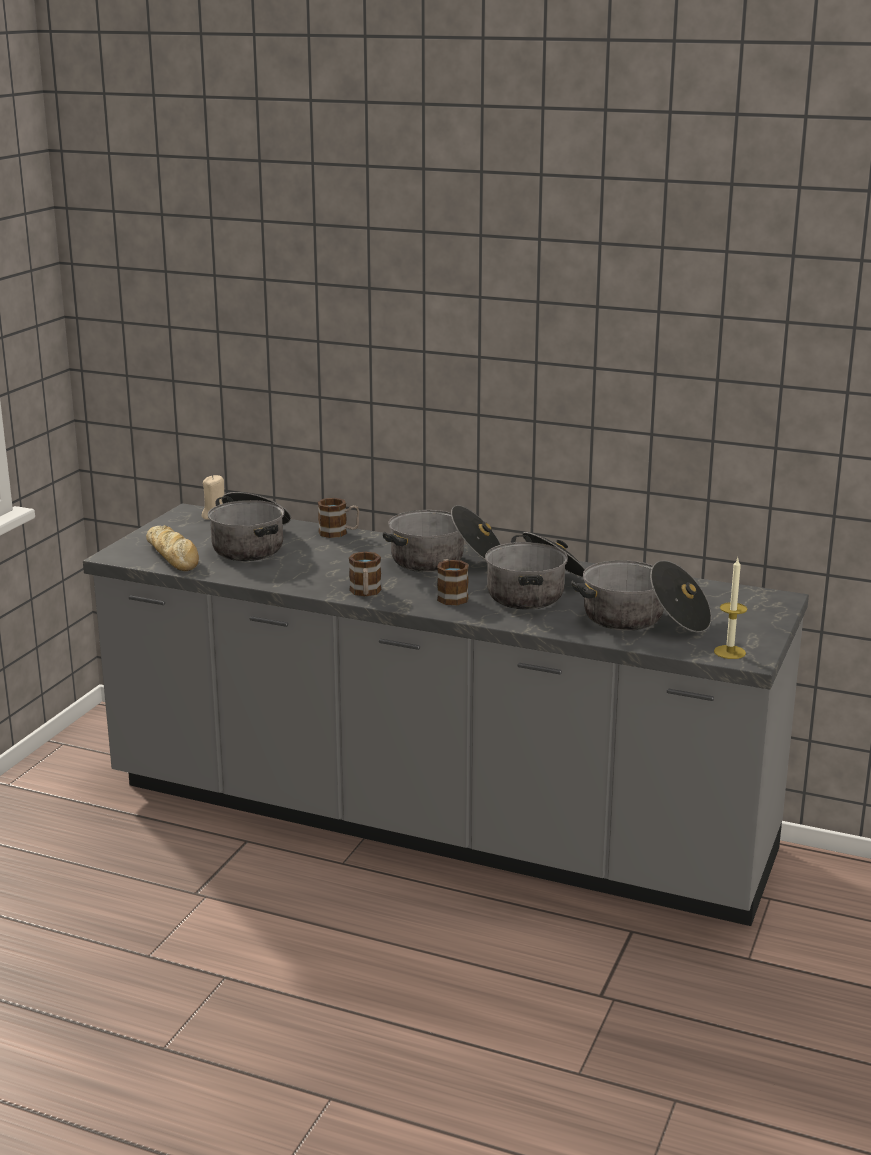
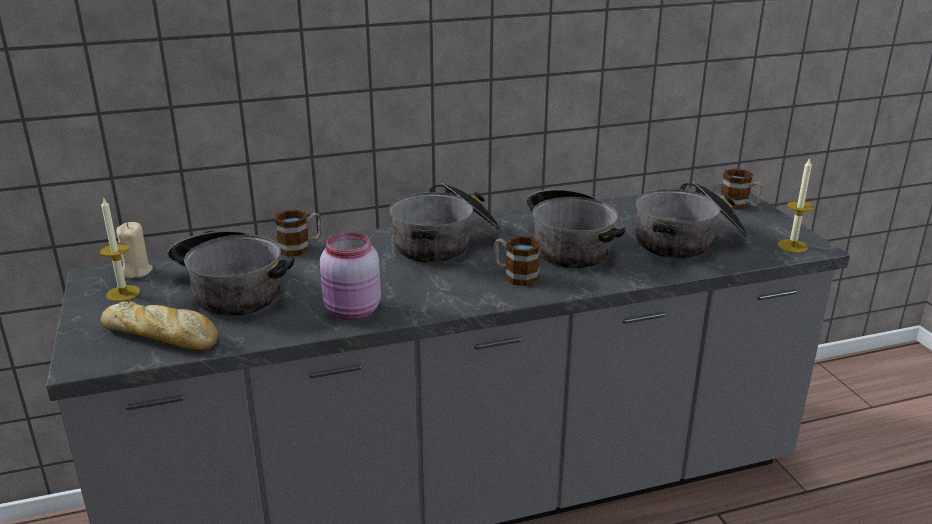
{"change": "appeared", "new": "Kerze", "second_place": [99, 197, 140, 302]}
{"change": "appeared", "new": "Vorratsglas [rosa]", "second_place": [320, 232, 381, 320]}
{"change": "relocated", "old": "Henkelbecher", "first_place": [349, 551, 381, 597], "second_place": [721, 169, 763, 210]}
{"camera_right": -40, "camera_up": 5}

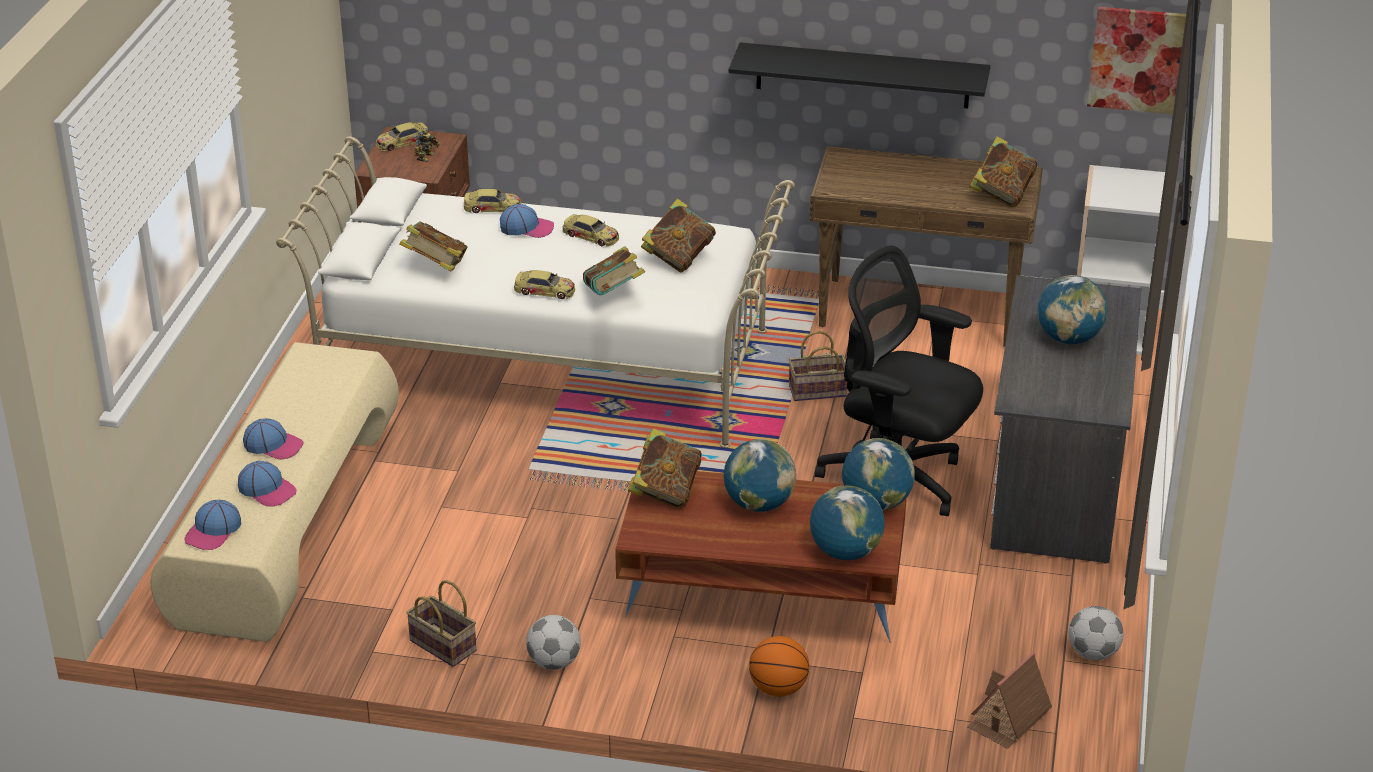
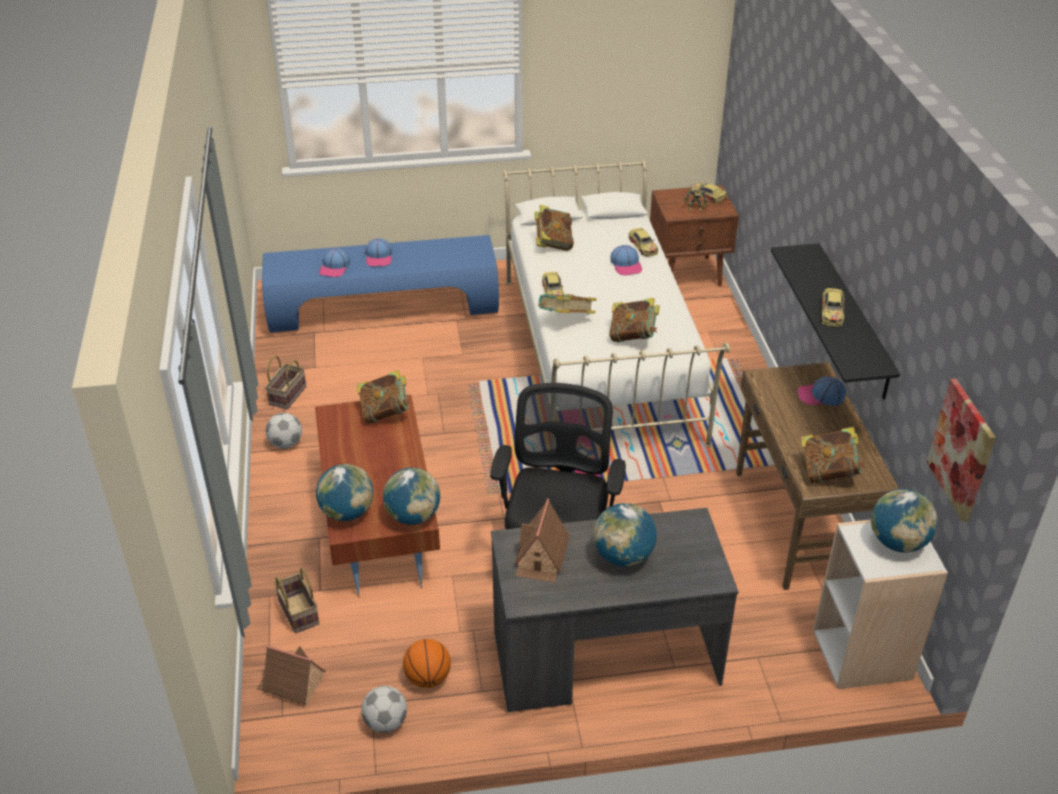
{"change": "colour", "old": "Bank [beige]", "new": "Bank [blau]", "first_place": [151, 342, 399, 642], "second_place": [262, 235, 499, 332]}
{"change": "relocated", "old": "Korb", "first_place": [789, 331, 847, 401], "second_place": [274, 567, 320, 634]}
{"change": "relocated", "old": "Basketball", "first_place": [749, 636, 809, 697], "second_place": [403, 639, 451, 688]}
{"change": "appeared", "new": "Spielzeughaus", "second_place": [515, 499, 570, 582]}
{"change": "relocated", "old": "Kappe", "first_place": [184, 500, 241, 550], "second_place": [798, 376, 846, 406]}
{"change": "relocated", "old": "Spielzeugauto", "first_place": [563, 214, 619, 247], "second_place": [821, 288, 845, 326]}
{"change": "relocated", "old": "Globus", "first_place": [723, 439, 796, 512], "second_place": [871, 489, 938, 553]}
{"camera_right": 70, "camera_up": 5}

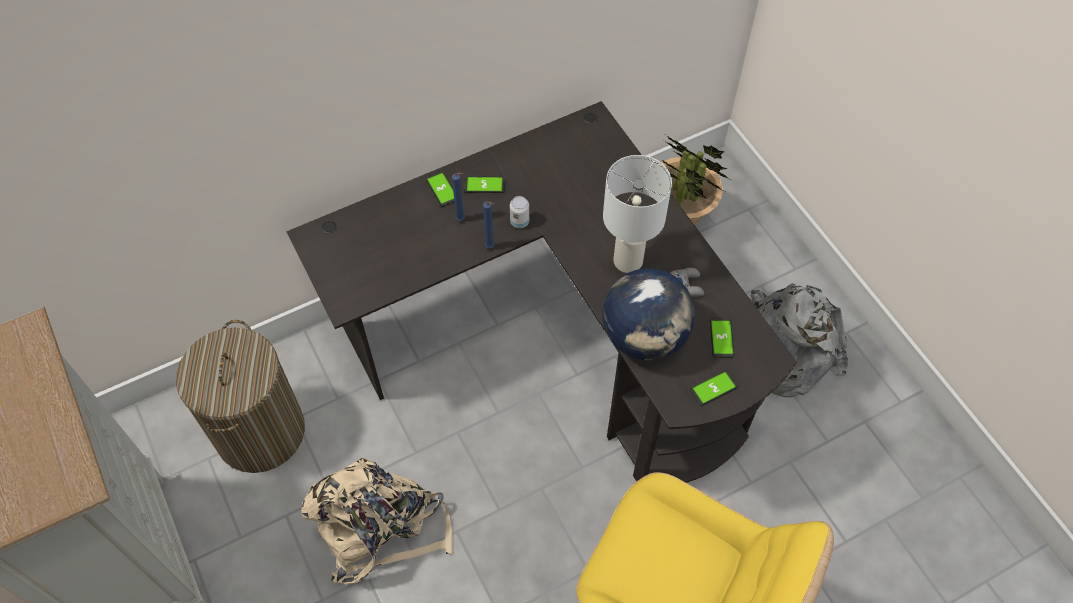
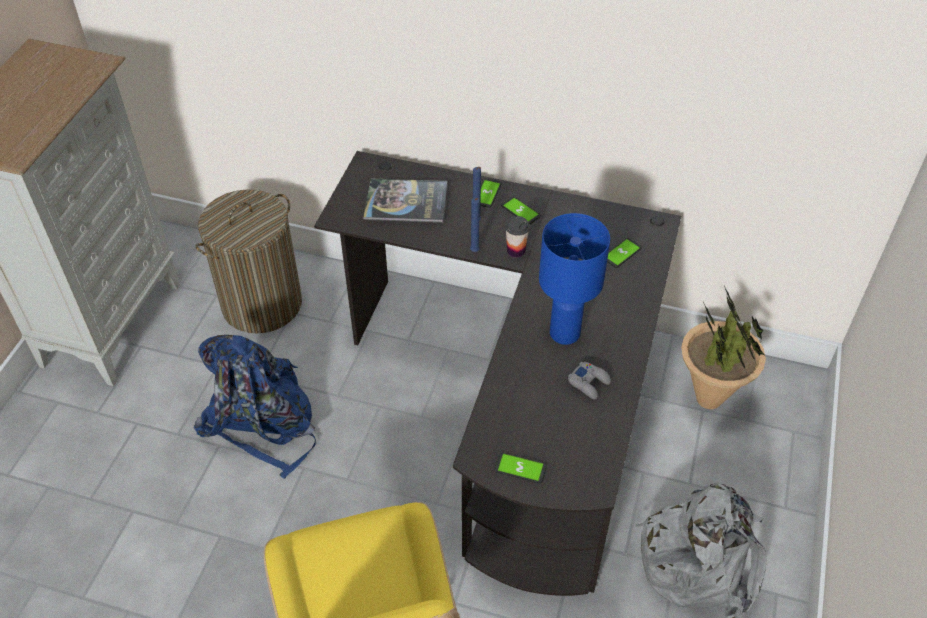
{"change": "colour", "old": "Rucksack [beige]", "new": "Rucksack [blau]", "first_place": [301, 458, 453, 585], "second_place": [194, 335, 316, 479]}
{"change": "appeared", "new": "Buch", "second_place": [363, 179, 448, 223]}
{"change": "exchanged", "old": "Dose", "new": "Tasse", "first_place": [510, 196, 529, 228], "second_place": [505, 216, 530, 258]}
{"change": "colour", "old": "Tischlampe [weiß]", "new": "Tischlampe [blau]", "first_place": [603, 155, 672, 273], "second_place": [539, 213, 610, 345]}
{"change": "relocated", "old": "Handy", "first_place": [710, 318, 734, 358], "second_place": [607, 238, 642, 268]}
{"change": "missing", "old": "Globus", "first_place": [602, 268, 695, 360]}
{"camera_right": 45, "camera_up": -10}

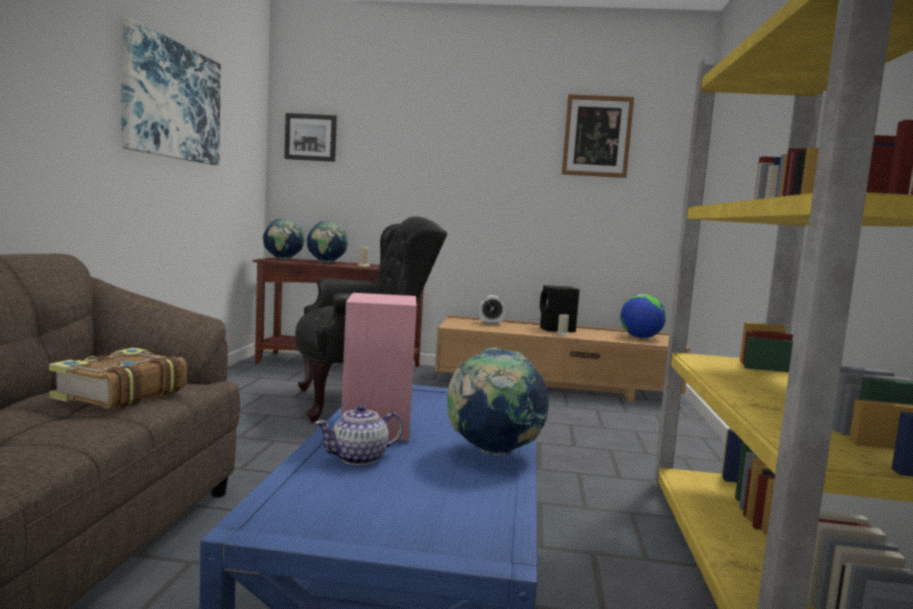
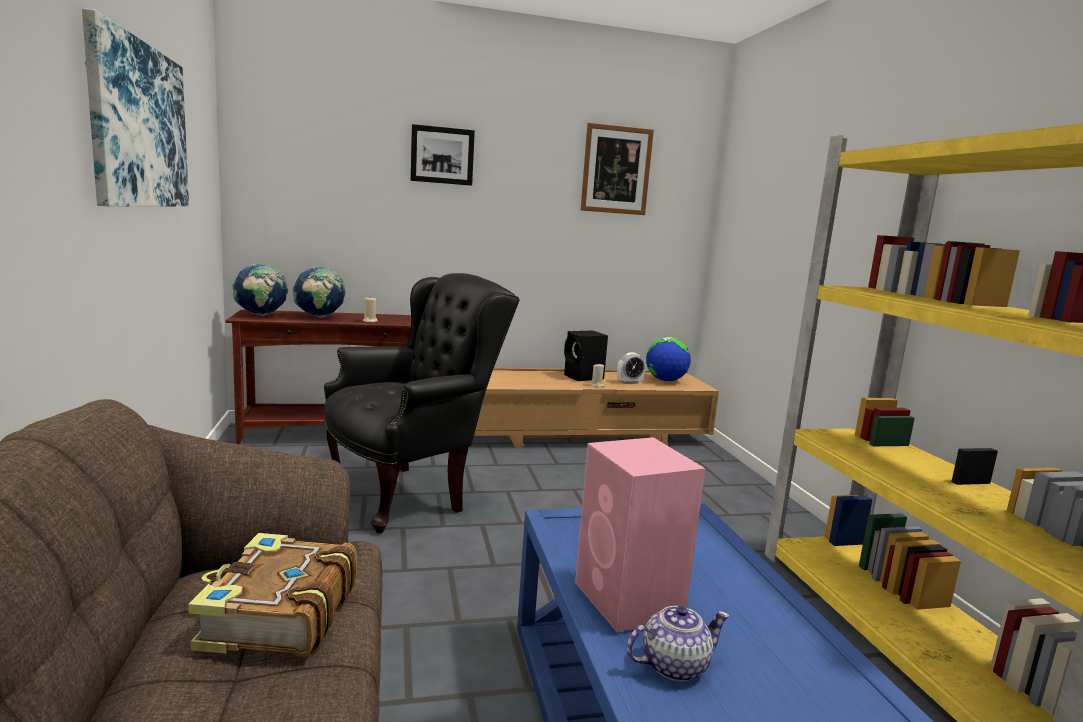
{"change": "relocated", "old": "Bild", "first_place": [284, 113, 337, 162], "second_place": [410, 124, 475, 186]}
{"change": "relocated", "old": "Wecker", "first_place": [479, 295, 505, 325], "second_place": [617, 352, 646, 384]}
{"change": "spun", "old": "Teekanne", "first_place": [315, 404, 403, 466], "second_place": [627, 605, 730, 682], "degrees": -150}
{"change": "missing", "old": "Globus", "first_place": [447, 348, 549, 456]}
{"camera_right": -20, "camera_up": 5}

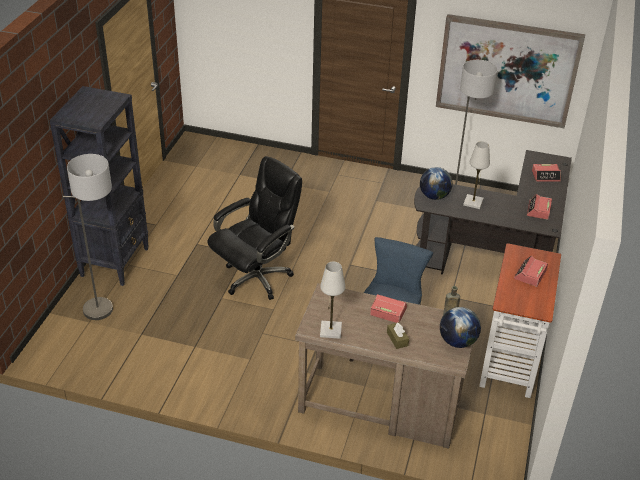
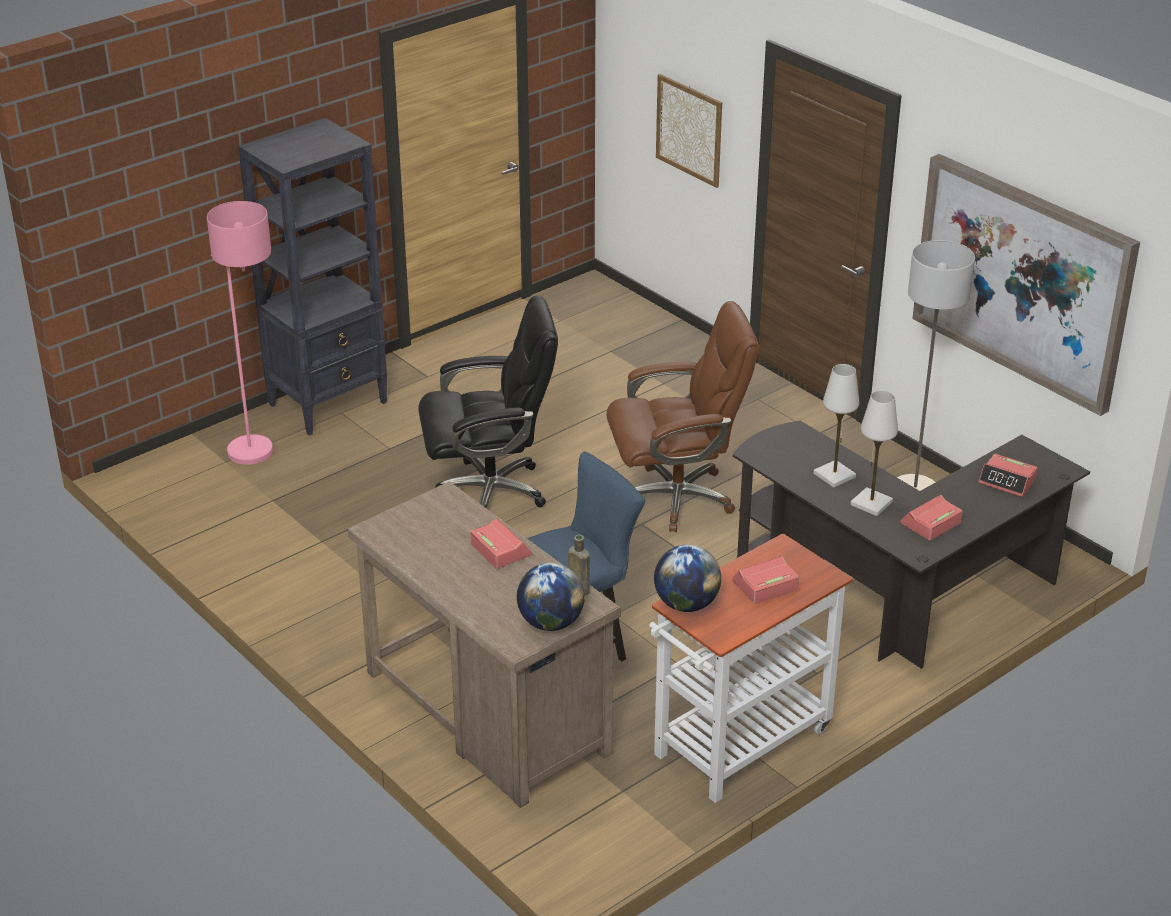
{"change": "colour", "old": "Stehlampe [grau]", "new": "Stehlampe [rosa]", "first_place": [63, 154, 113, 320], "second_place": [207, 201, 273, 465]}
{"change": "appeared", "new": "Bürostuhl [braun]", "second_place": [606, 301, 759, 532]}
{"change": "relocated", "old": "Globus", "first_place": [420, 167, 453, 200], "second_place": [654, 545, 721, 612]}
{"change": "appeared", "new": "Bild", "second_place": [656, 74, 722, 188]}
{"change": "relocated", "old": "Tischlampe [weiß]", "first_place": [320, 262, 345, 339], "second_place": [851, 390, 898, 516]}
{"change": "missing", "old": "Taschentuchbox [braun]", "first_place": [387, 322, 409, 349]}
{"camera_right": 35, "camera_up": -5}

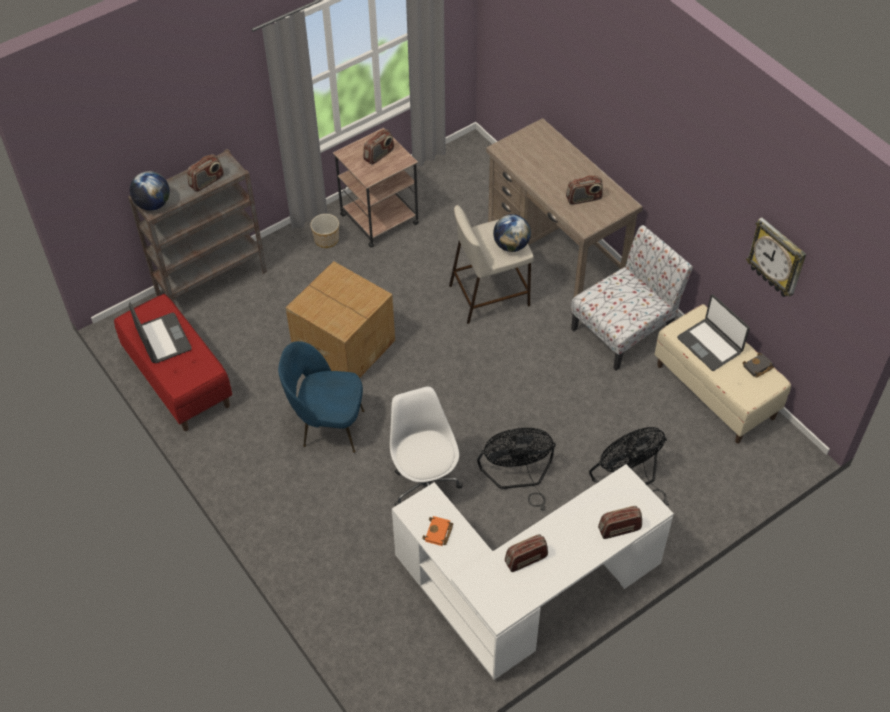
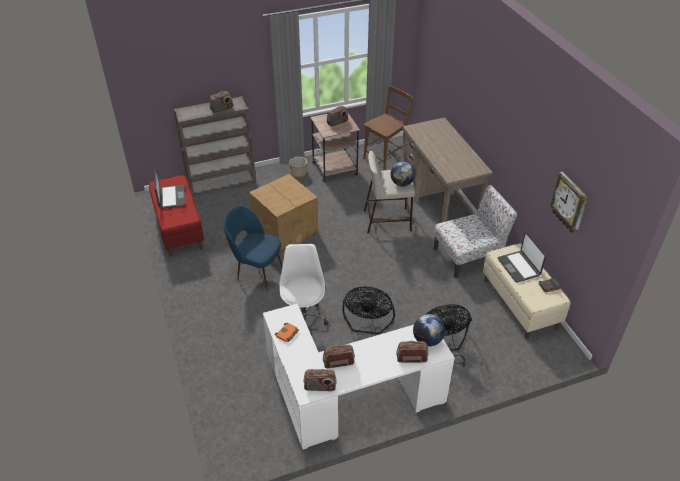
{"change": "relocated", "old": "Radio", "first_place": [566, 175, 603, 205], "second_place": [303, 369, 337, 391]}
{"change": "appeared", "new": "Stuhl [braun]", "second_place": [363, 86, 413, 171]}
{"change": "relocated", "old": "Globus", "first_place": [130, 171, 170, 211], "second_place": [413, 314, 445, 346]}
{"camera_right": 15, "camera_up": -10}

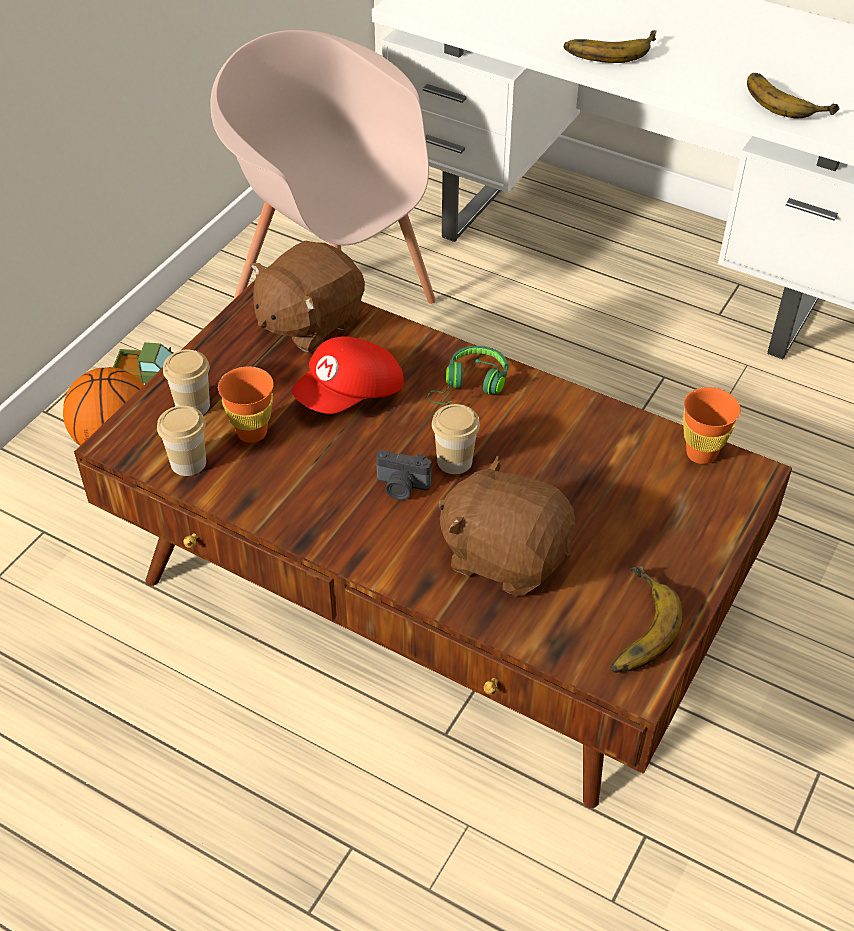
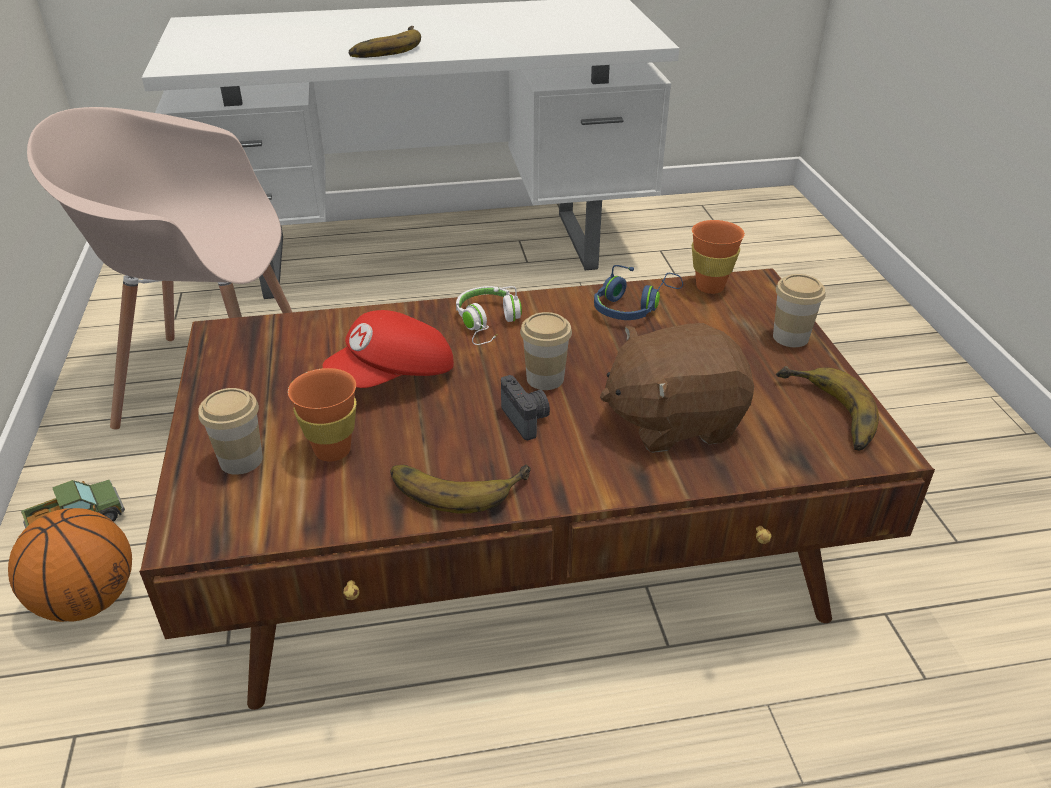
{"change": "spun", "old": "Kappe [rot]", "first_place": [292, 336, 404, 414], "second_place": [323, 310, 454, 388], "degrees": 45}
{"change": "relocated", "old": "Banane", "first_place": [747, 73, 839, 119], "second_place": [391, 464, 531, 514]}
{"change": "colour", "old": "Kopfhörer [grün]", "new": "Kopfhörer [weiß]", "first_place": [427, 346, 508, 405], "second_place": [456, 286, 522, 345]}
{"change": "spun", "old": "Kamera", "first_place": [376, 450, 431, 500], "second_place": [501, 375, 550, 440], "degrees": -90}
{"change": "appeared", "new": "Kopfhörer [blau]", "second_place": [594, 265, 683, 320]}
{"change": "relocated", "old": "Tasse", "first_place": [157, 406, 206, 476], "second_place": [773, 274, 826, 347]}
{"change": "missing", "old": "Plüschtier [braun]", "first_place": [250, 240, 365, 352]}
{"camera_right": -40, "camera_up": -10}

